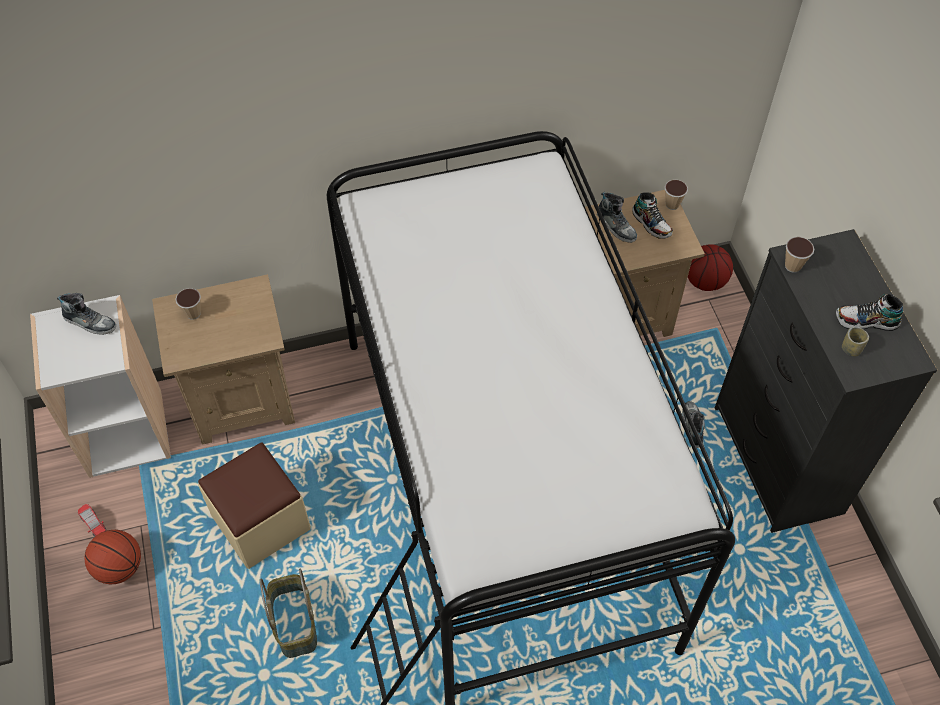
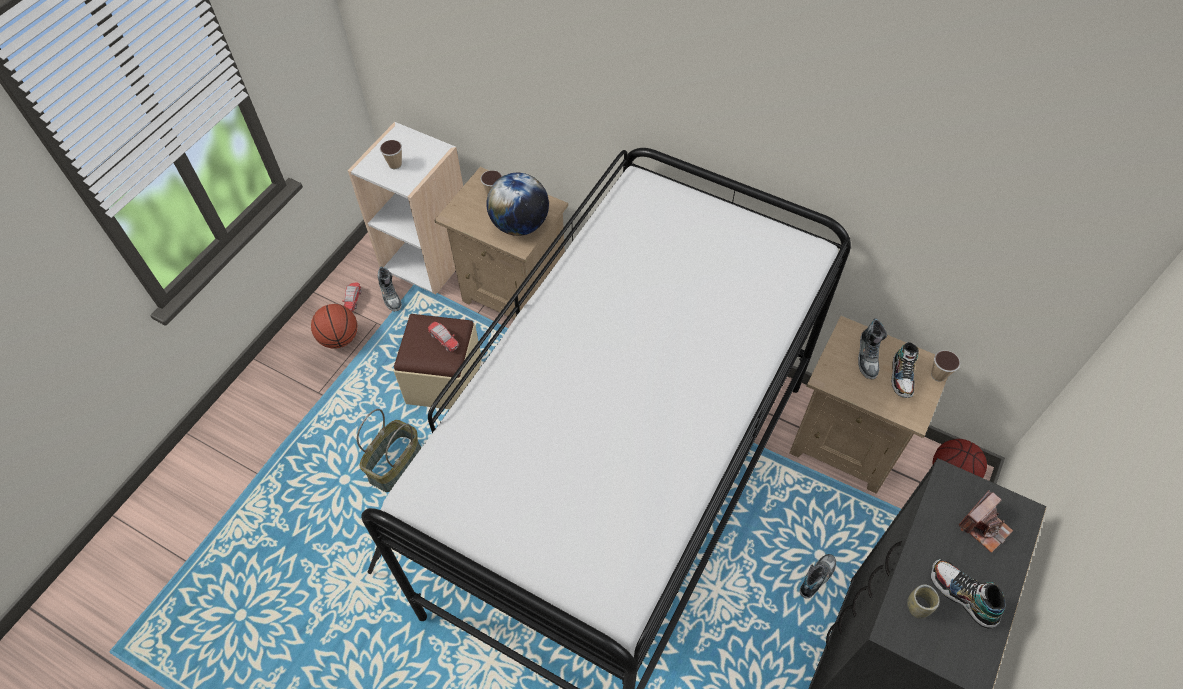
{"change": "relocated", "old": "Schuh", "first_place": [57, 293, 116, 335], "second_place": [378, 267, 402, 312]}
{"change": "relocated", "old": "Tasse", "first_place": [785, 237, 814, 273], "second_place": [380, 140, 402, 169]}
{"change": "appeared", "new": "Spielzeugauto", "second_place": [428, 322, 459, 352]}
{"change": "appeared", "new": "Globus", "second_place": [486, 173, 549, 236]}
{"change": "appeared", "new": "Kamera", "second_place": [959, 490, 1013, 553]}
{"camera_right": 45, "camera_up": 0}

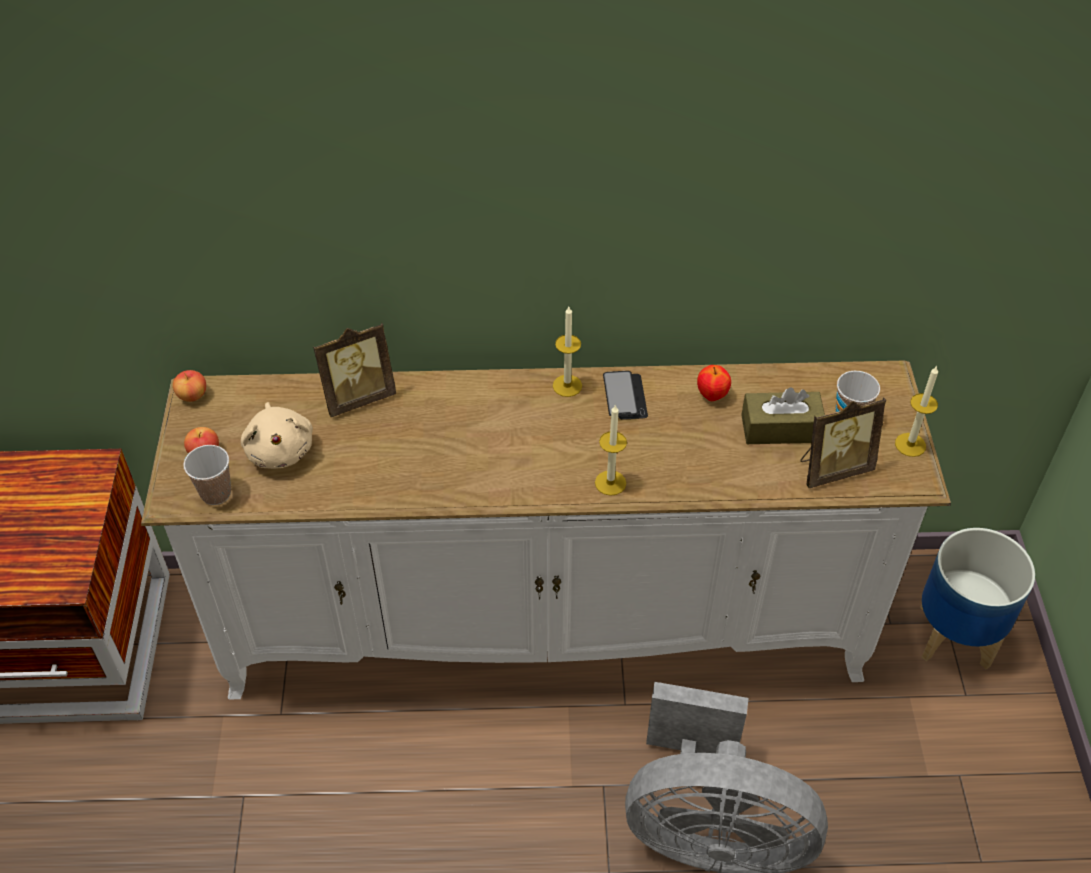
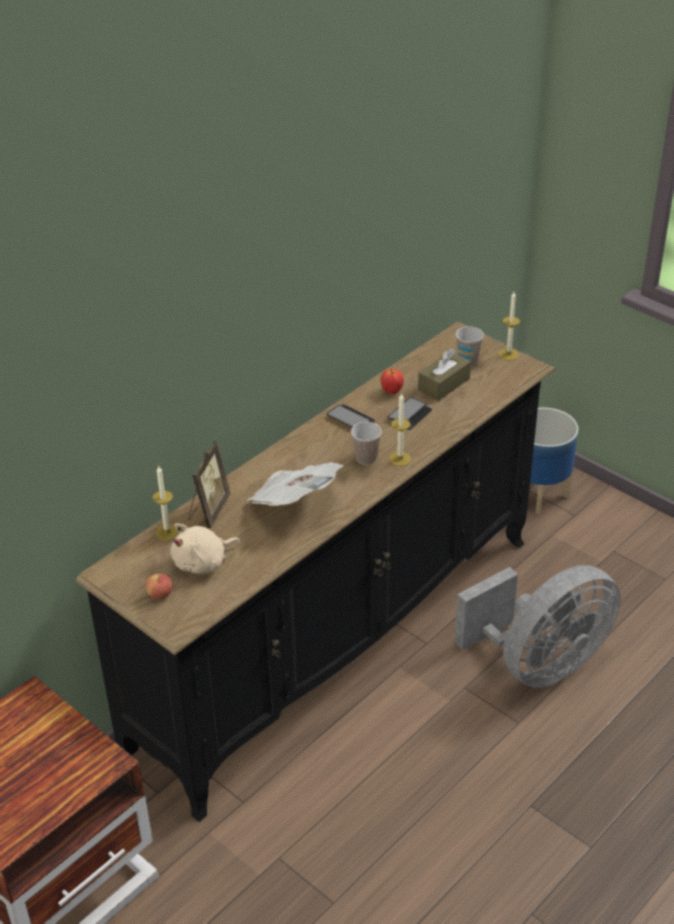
{"change": "colour", "old": "Kommode [weiß]", "new": "Kommode [schwarz]", "first_place": [141, 360, 951, 700], "second_place": [76, 322, 556, 822]}
{"change": "relocated", "old": "Kerze", "first_place": [553, 307, 582, 397], "second_place": [152, 466, 179, 541]}
{"change": "spun", "old": "Plüschtier [beige]", "first_place": [241, 402, 313, 469], "second_place": [171, 524, 240, 574], "degrees": 120}
{"change": "appeared", "new": "Zeitung", "second_place": [246, 462, 344, 506]}
{"change": "relocated", "old": "Tasse", "first_place": [184, 445, 231, 505], "second_place": [351, 422, 382, 465]}
{"change": "appeared", "new": "Handy", "second_place": [388, 397, 432, 430]}
{"change": "missing", "old": "Apfel", "first_place": [173, 370, 206, 402]}
{"change": "missing", "old": "Bilderrahmen", "first_place": [800, 397, 886, 488]}
{"camera_right": -45, "camera_up": -10}

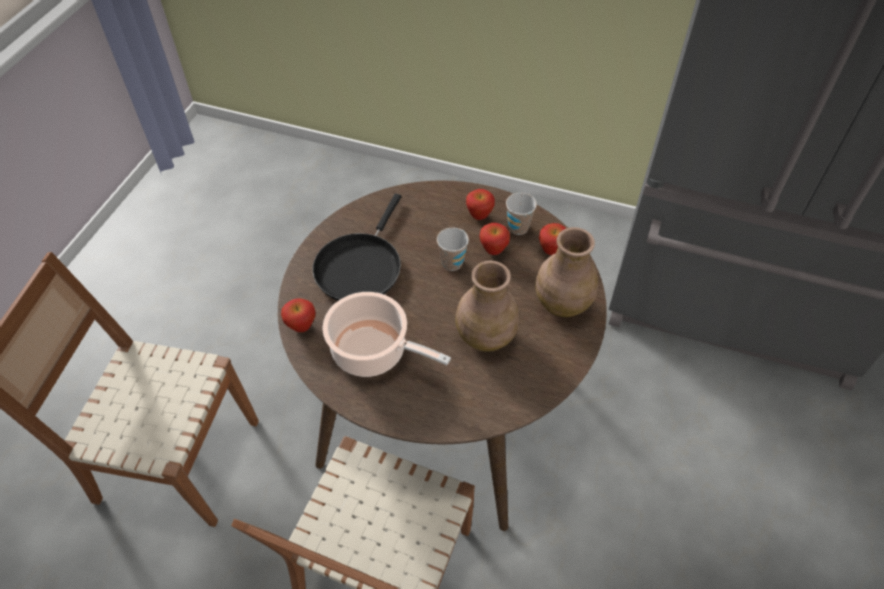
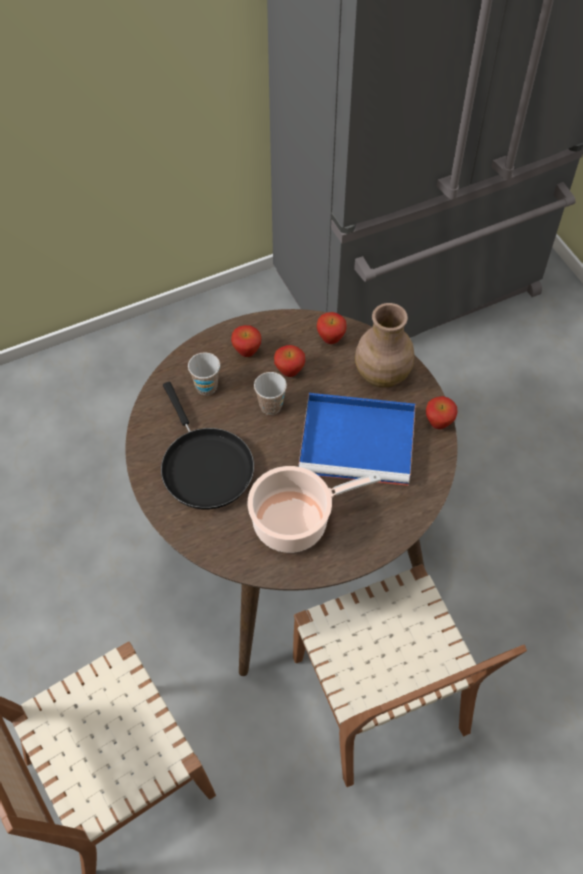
{"change": "relocated", "old": "Tasse", "first_place": [506, 193, 537, 235], "second_place": [188, 352, 220, 395]}
{"change": "exchanged", "old": "Vase [braun]", "new": "Tablett [blau]", "first_place": [455, 261, 520, 352], "second_place": [299, 393, 416, 486]}
{"change": "relocated", "old": "Apfel", "first_place": [281, 299, 315, 332], "second_place": [426, 396, 457, 429]}
{"camera_right": -45, "camera_up": 5}

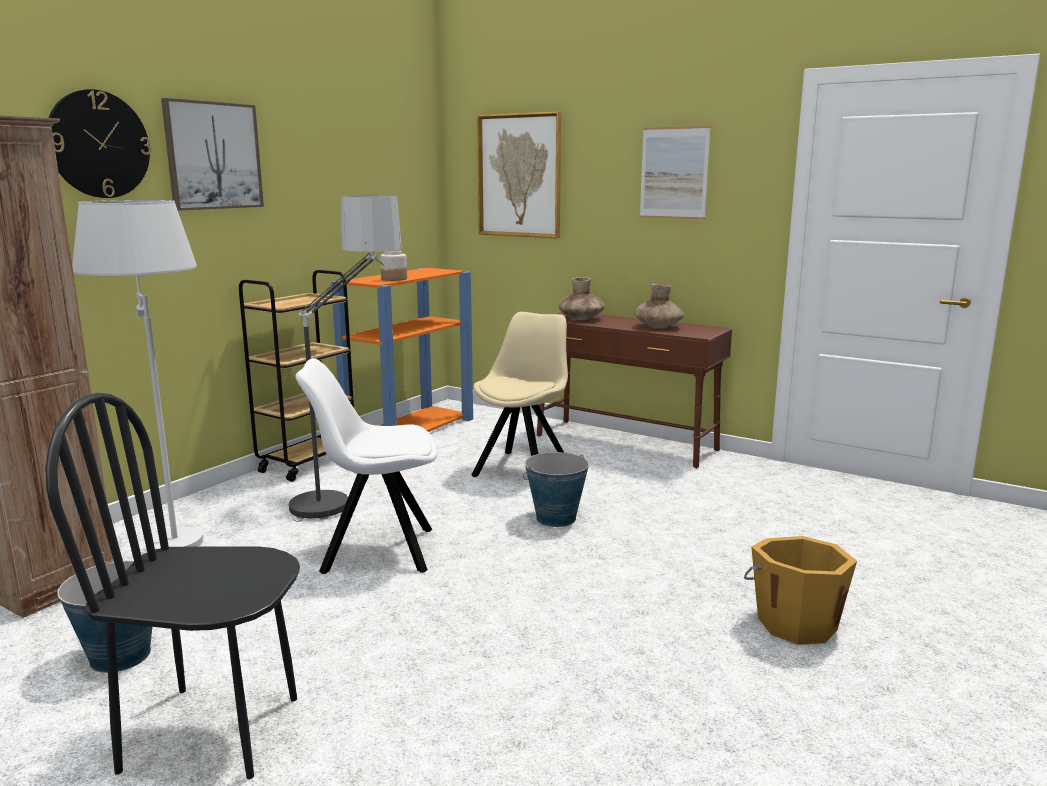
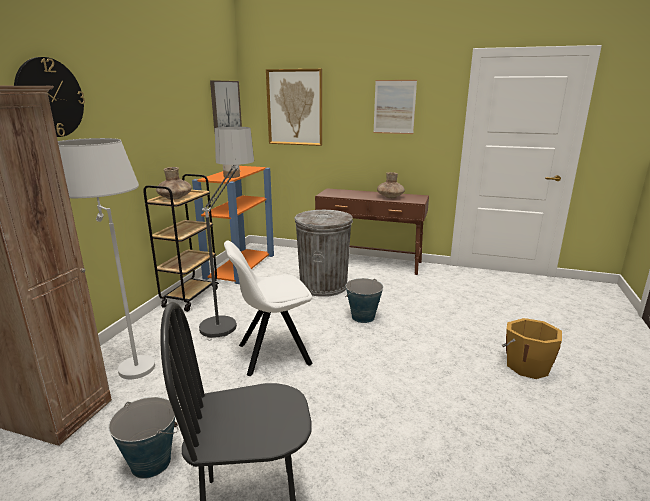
{"change": "relocated", "old": "Vase [braun]", "first_place": [558, 277, 605, 320], "second_place": [156, 167, 192, 199]}
{"change": "relocated", "old": "Bild", "first_place": [161, 98, 264, 211], "second_place": [210, 80, 242, 133]}
{"change": "exchanged", "old": "Stuhl [beige]", "new": "Mülleimer [grau]", "first_place": [472, 312, 568, 477], "second_place": [294, 210, 353, 297]}
{"camera_right": -15, "camera_up": 5}

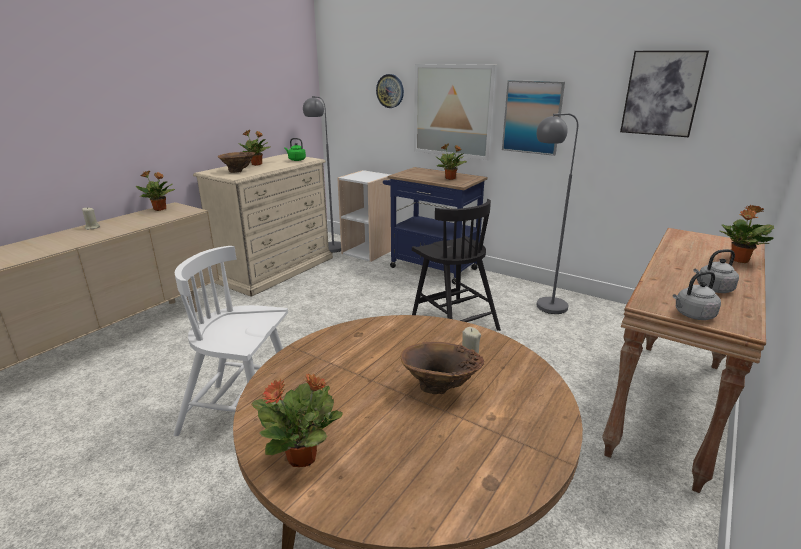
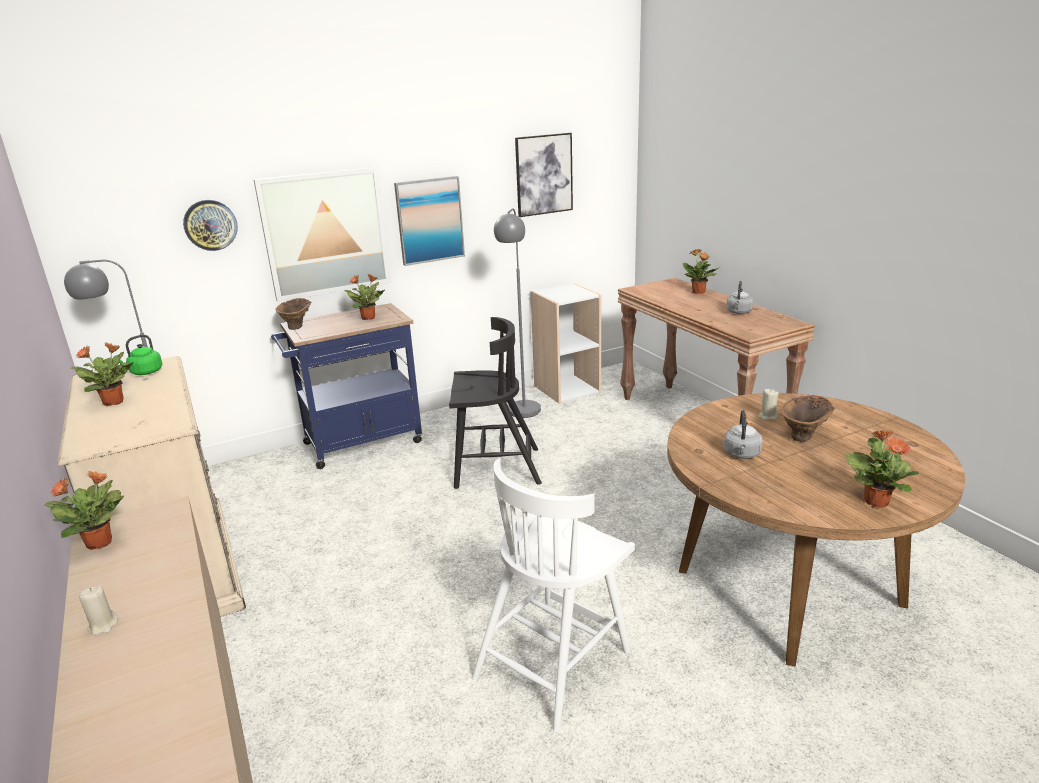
{"change": "relocated", "old": "Vase [braun]", "first_place": [218, 152, 255, 173], "second_place": [275, 298, 311, 330]}
{"change": "relocated", "old": "Bücherregal", "first_place": [337, 170, 391, 262], "second_place": [531, 283, 601, 404]}
{"change": "relocated", "old": "Wasserkessel [grau]", "first_place": [673, 271, 721, 320], "second_place": [724, 410, 763, 459]}
{"camera_right": -60, "camera_up": 0}

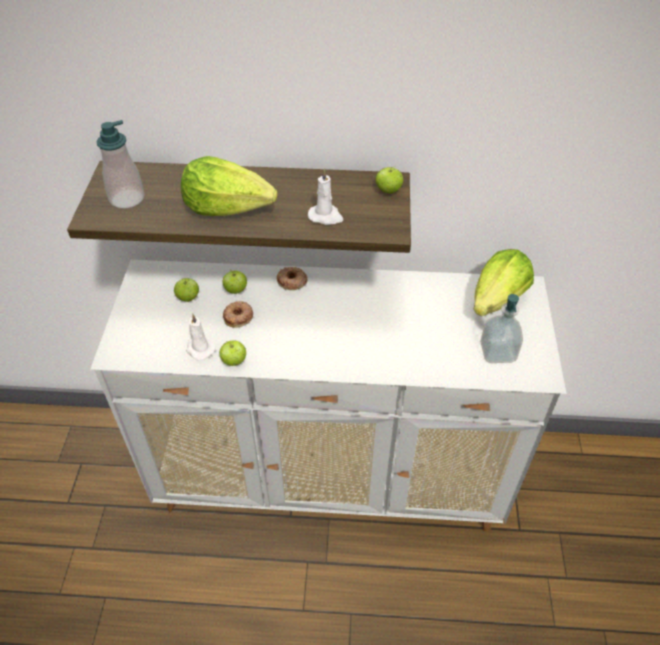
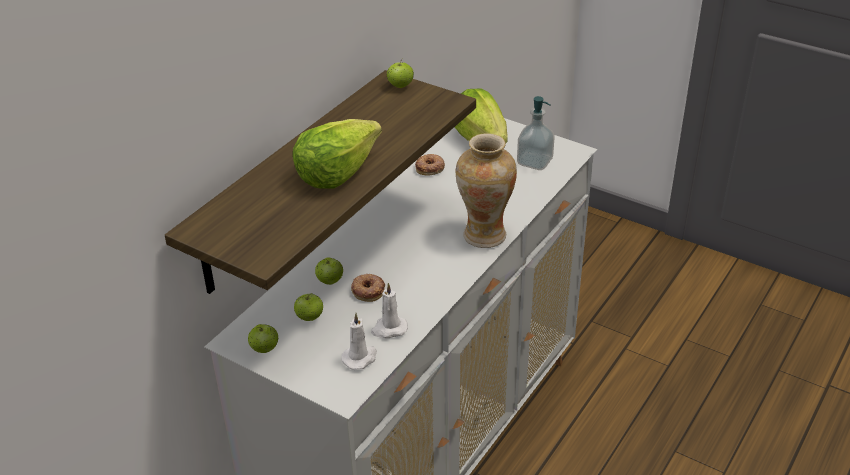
{"change": "relocated", "old": "Apfel", "first_place": [219, 341, 246, 366], "second_place": [248, 324, 279, 353]}
{"change": "relocated", "old": "Kerze [weiß]", "first_place": [308, 168, 343, 225], "second_place": [342, 313, 377, 370]}
{"change": "relocated", "old": "Donut", "first_place": [276, 267, 307, 290], "second_place": [415, 154, 445, 176]}
{"change": "appeared", "new": "Vase", "second_place": [456, 133, 517, 248]}
{"change": "missing", "old": "Seifenspender", "first_place": [97, 120, 145, 209]}
{"camera_right": -60, "camera_up": -10}

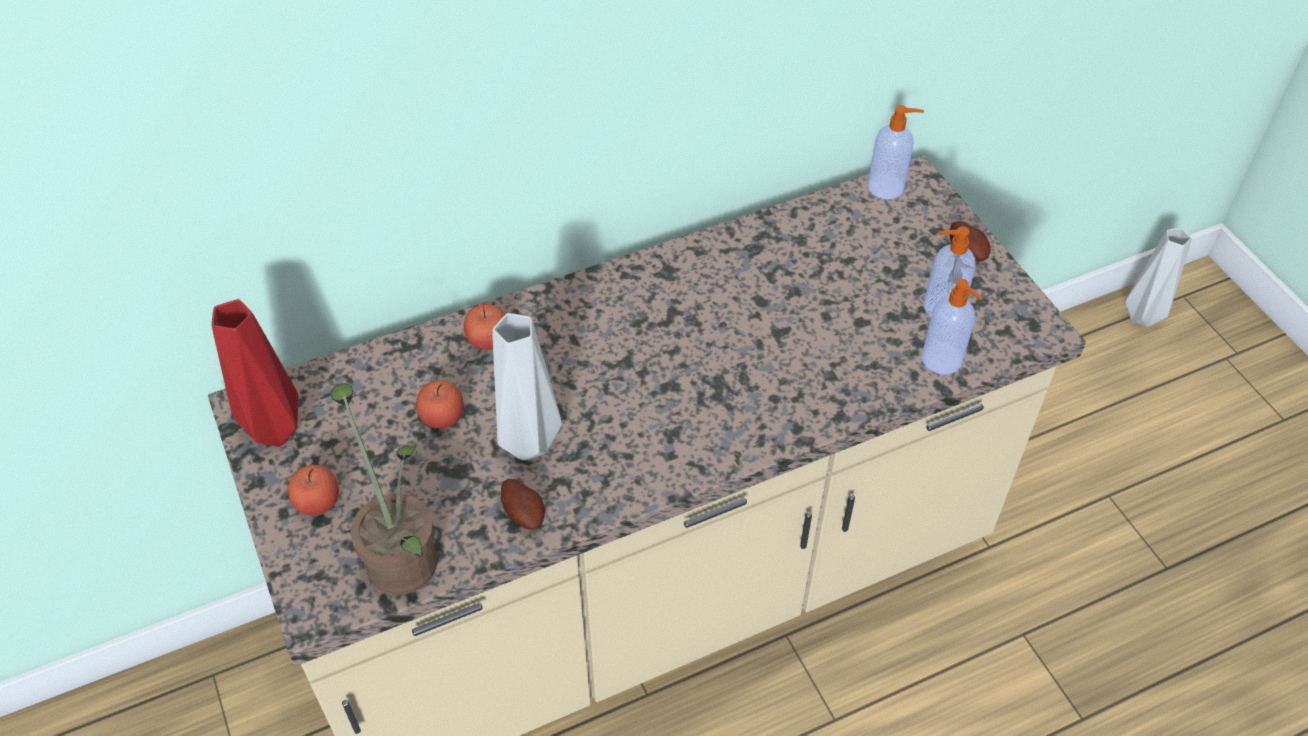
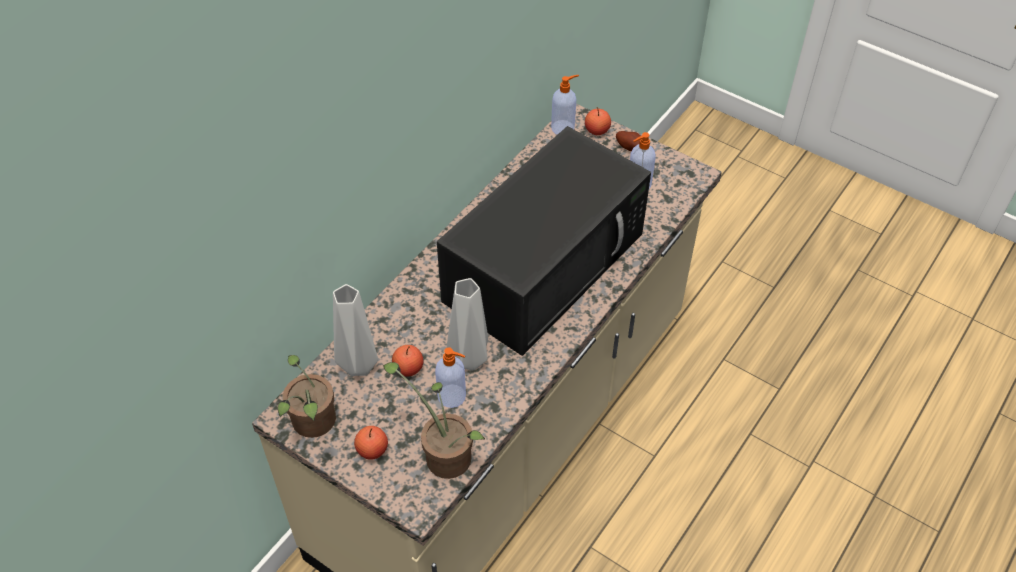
{"change": "exchanged", "old": "Vase [rot]", "new": "Topfpflanze", "first_place": [212, 299, 299, 447], "second_place": [278, 355, 336, 438]}
{"change": "relocated", "old": "Vase [grau]", "first_place": [1125, 228, 1192, 327], "second_place": [333, 284, 378, 376]}
{"change": "relocated", "old": "Seifenspender", "first_place": [921, 279, 983, 375], "second_place": [435, 347, 466, 408]}
{"change": "appeared", "new": "Mikrowelle [schwarz]", "second_place": [437, 126, 651, 356]}
{"change": "relocated", "old": "Apfel", "first_place": [464, 302, 505, 350], "second_place": [585, 107, 611, 135]}
{"change": "missing", "old": "Kartoffel", "first_place": [501, 479, 545, 530]}
{"camera_right": -30, "camera_up": 0}

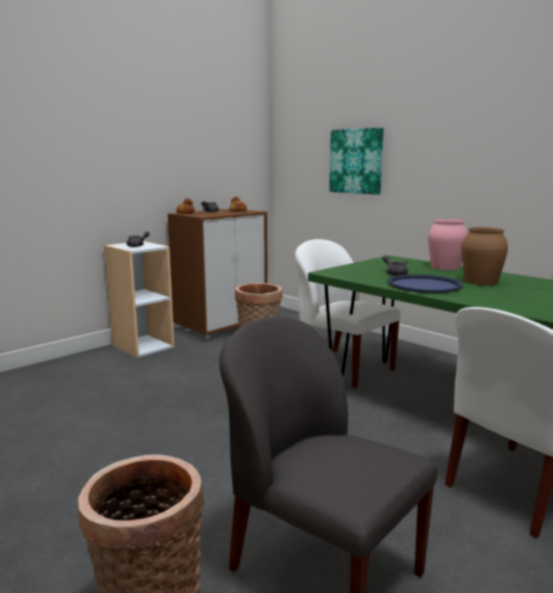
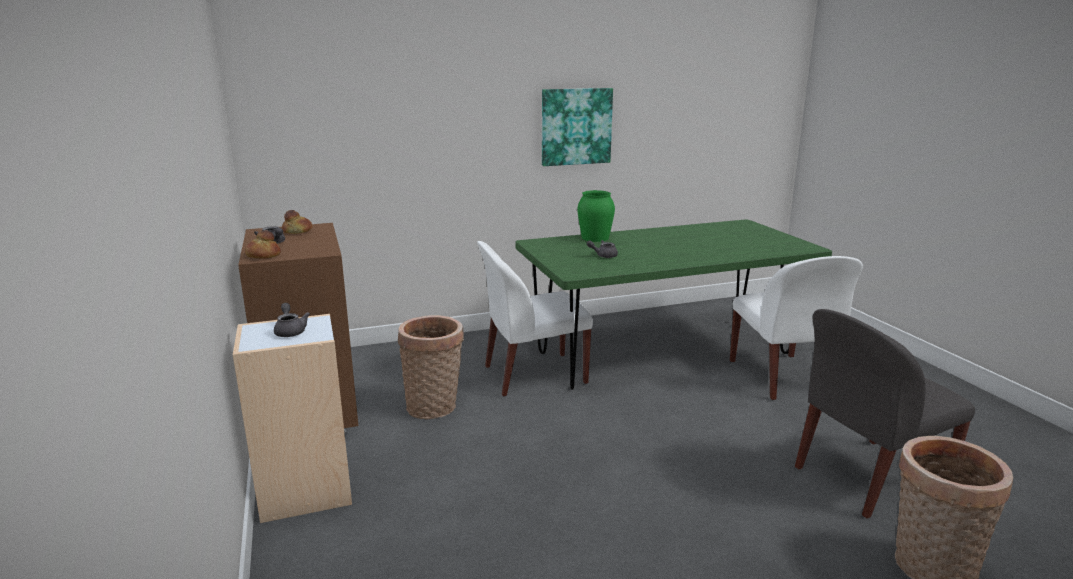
{"change": "relocated", "old": "Bild", "first_place": [329, 128, 384, 195], "second_place": [542, 88, 613, 166]}
{"change": "colour", "old": "Vase [rosa]", "new": "Vase [grün]", "first_place": [428, 219, 468, 270], "second_place": [578, 190, 615, 242]}
{"change": "missing", "old": "Tablett [blau]", "first_place": [388, 274, 463, 293]}
{"change": "missing", "old": "Vase [braun]", "first_place": [461, 227, 508, 286]}
{"camera_right": -65, "camera_up": 5}

